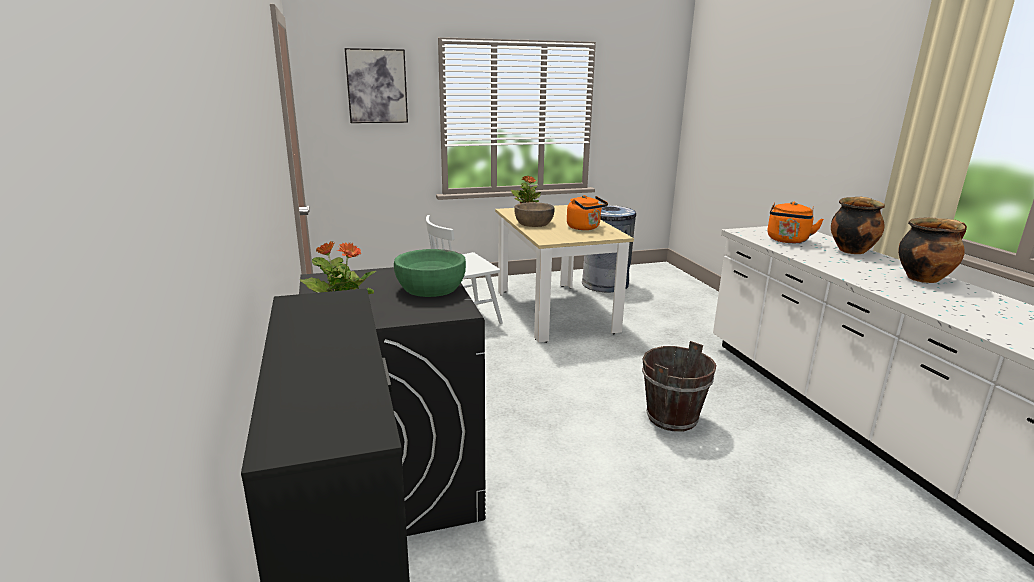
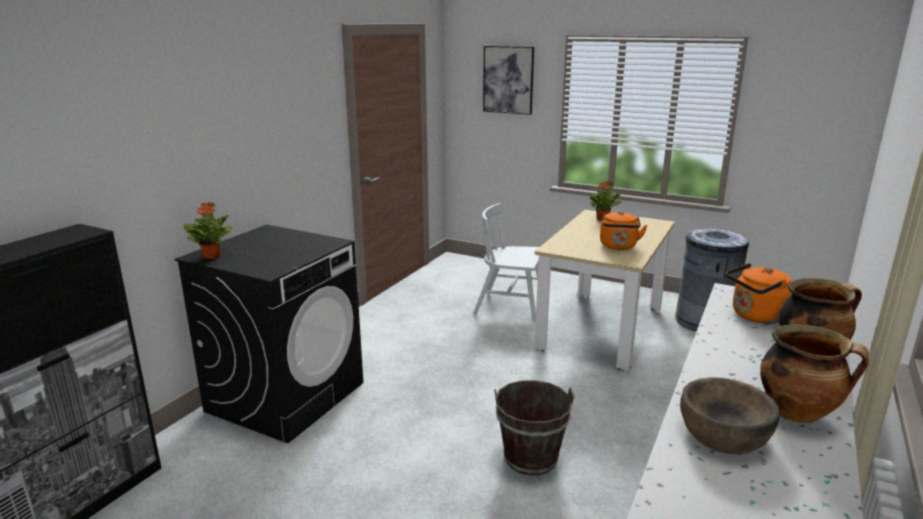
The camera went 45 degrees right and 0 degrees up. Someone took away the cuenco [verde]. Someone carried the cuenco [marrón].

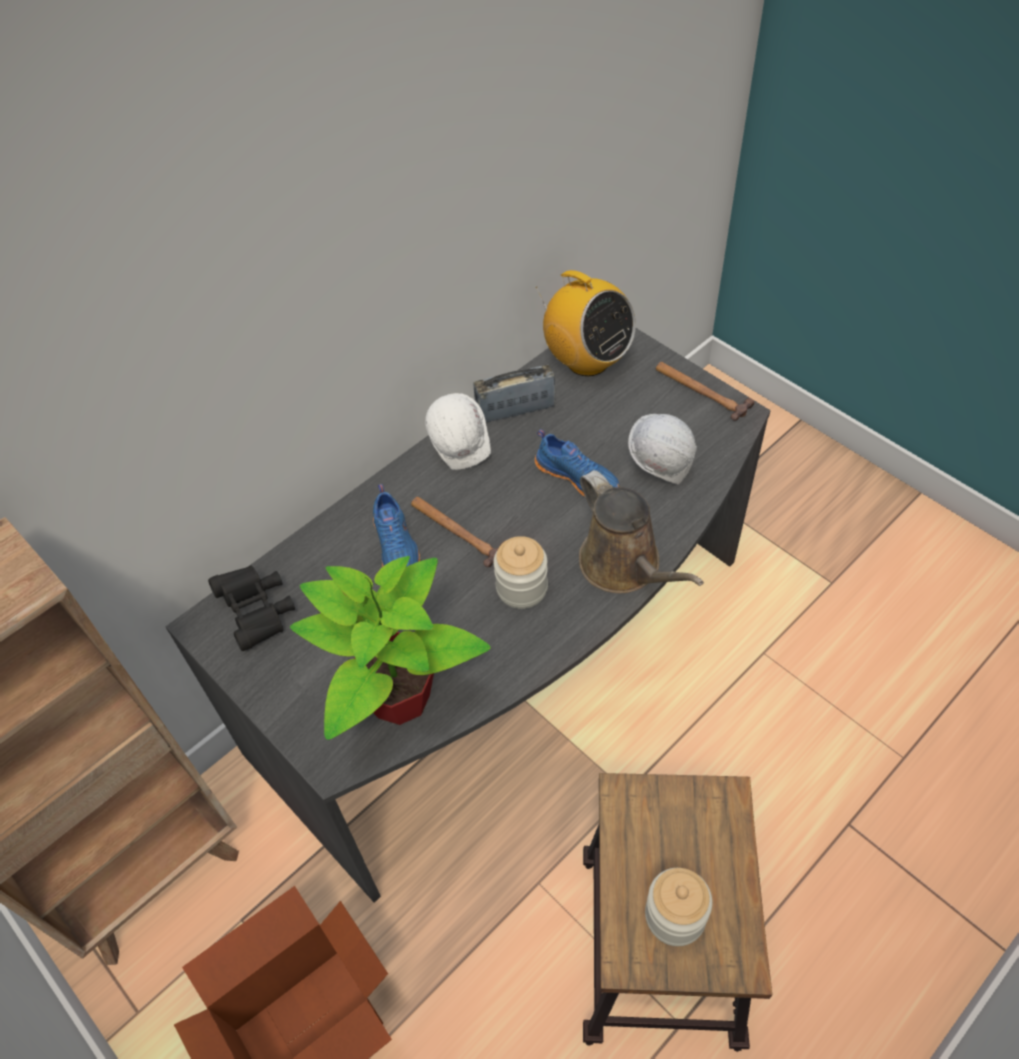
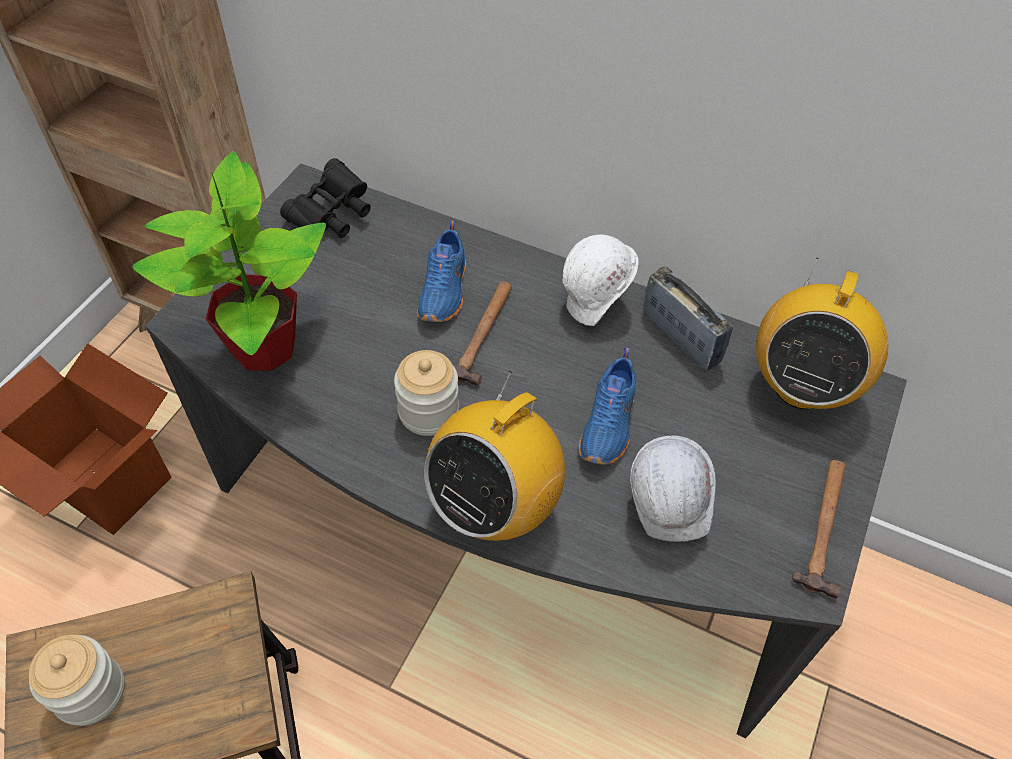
The camera went 65 degrees right and 0 degrees up. Someone rotated the zapato [azul] (1st from left) by 45 degrees counterclockwise. Someone swapped the regadera [marrón] for the radio (1st from left).

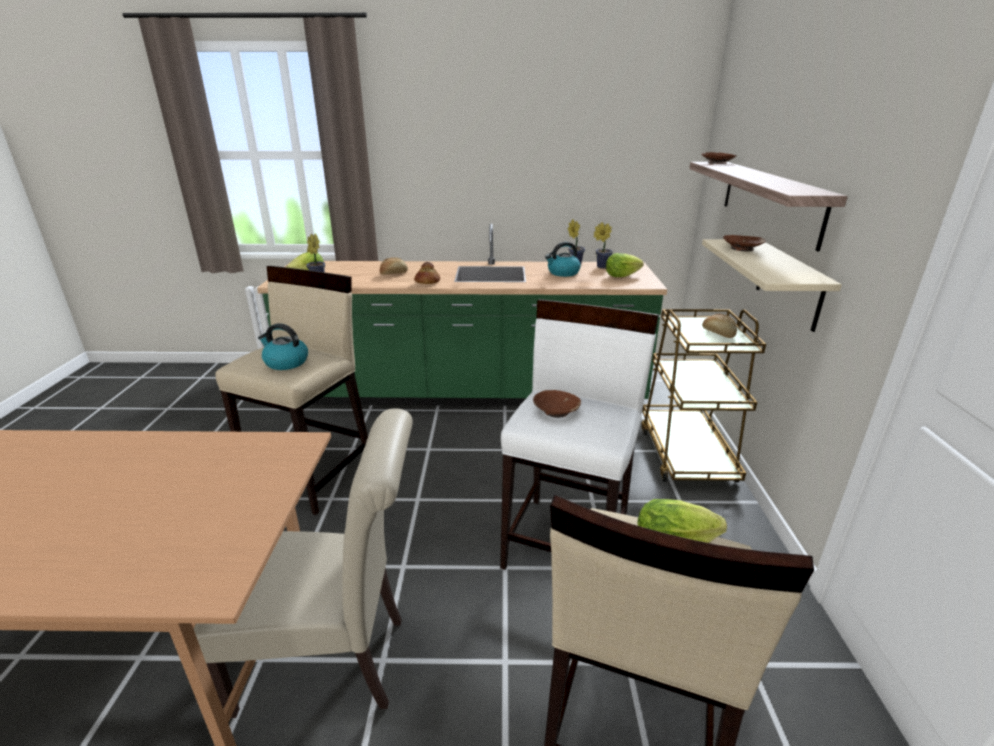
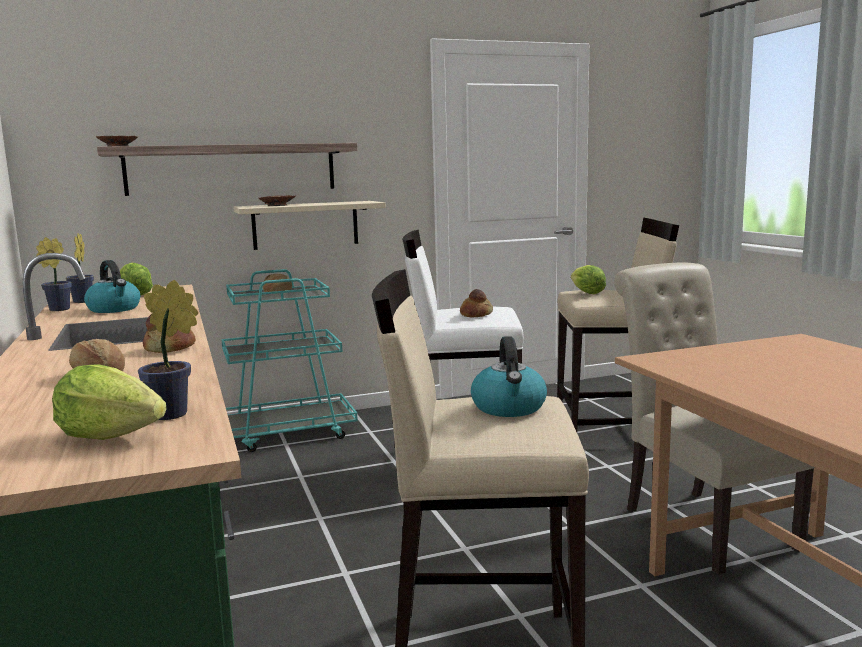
The camera went 110 degrees left and 15 degrees down. Someone swapped the cuenco [marrón] (1st from left) for the pan (4th from left). Someone repainted the carrito [marrón], which became the carrito [turquesa].

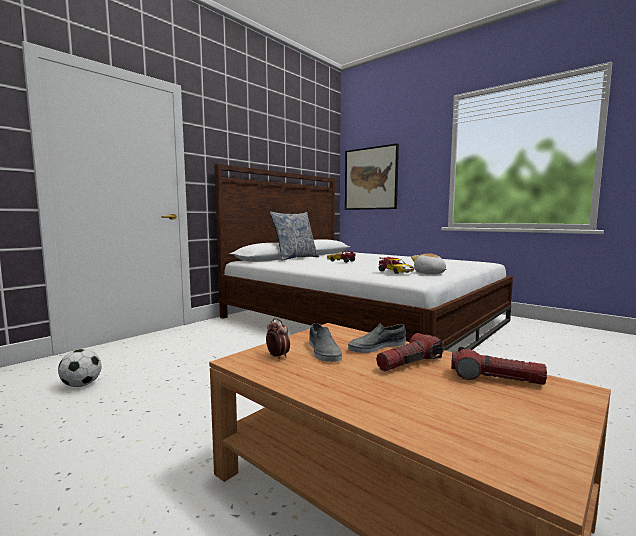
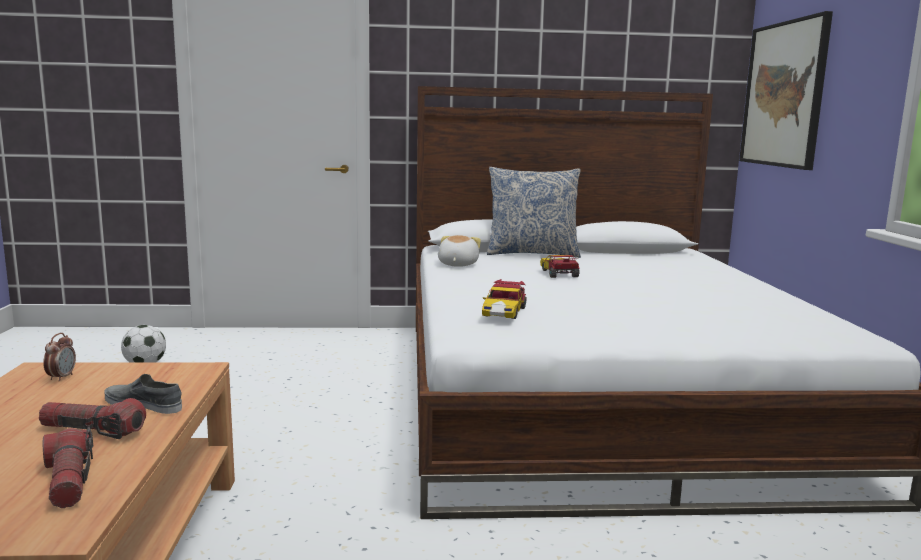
The camera went 45 degrees right and 5 degrees up. Someone took away the zapato [gris] (1st from left). Someone carried the peluche.

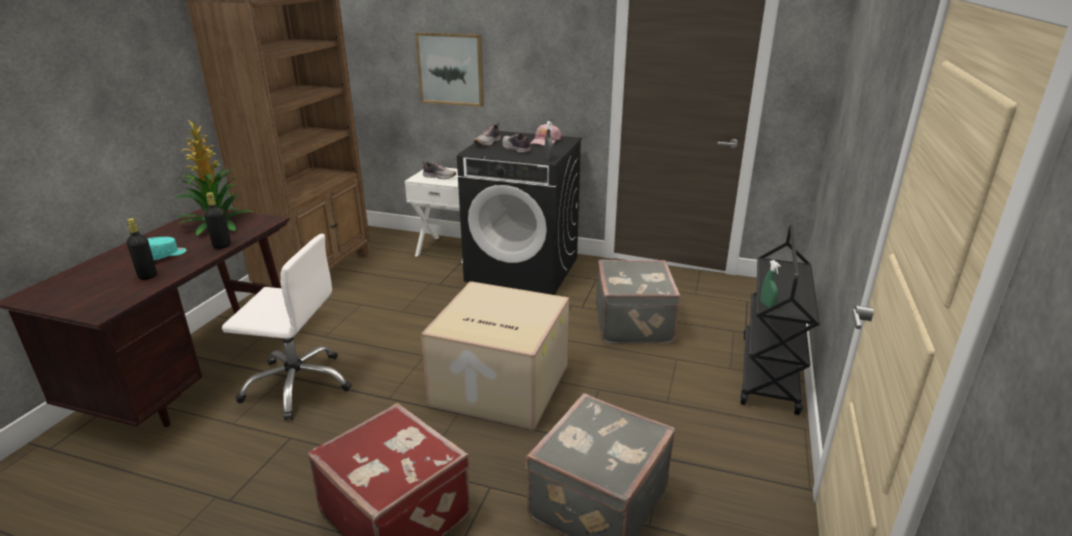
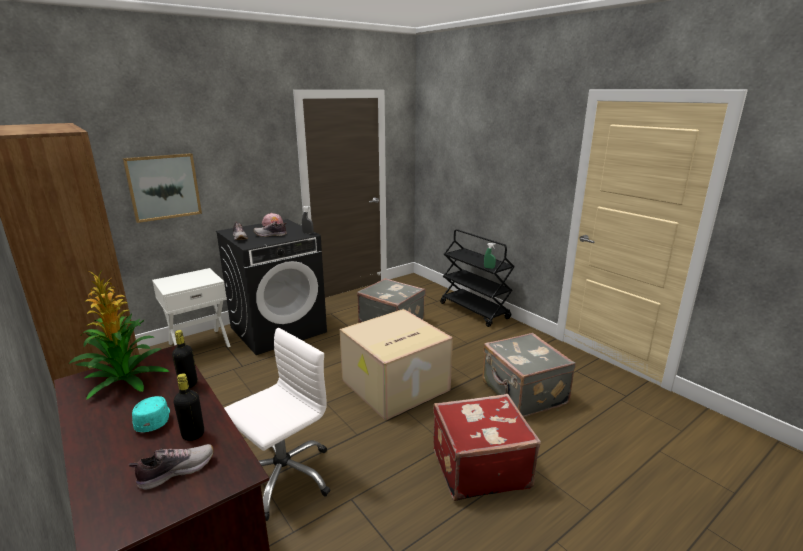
The camera went 55 degrees left and 5 degrees down. Someone carried the zapato (1st from left).

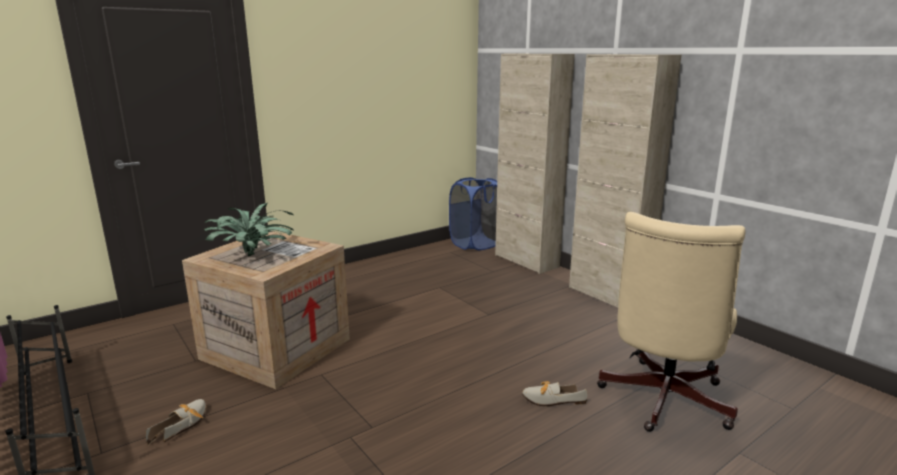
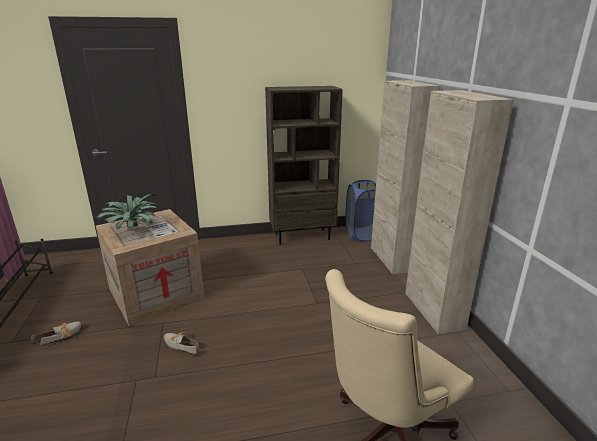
The camera went 25 degrees right and 5 degrees up. Someone carried the zapato (2nd from left). Someone put down the estantería [marrón].

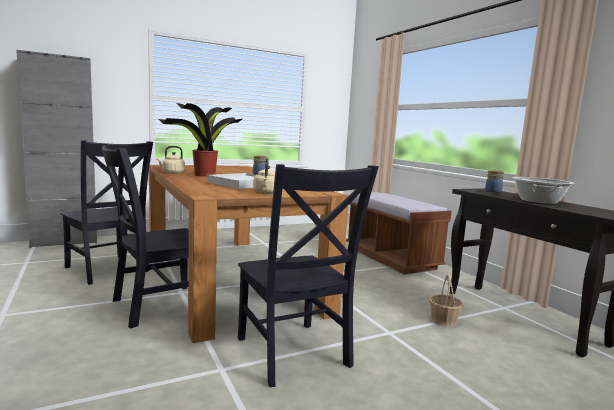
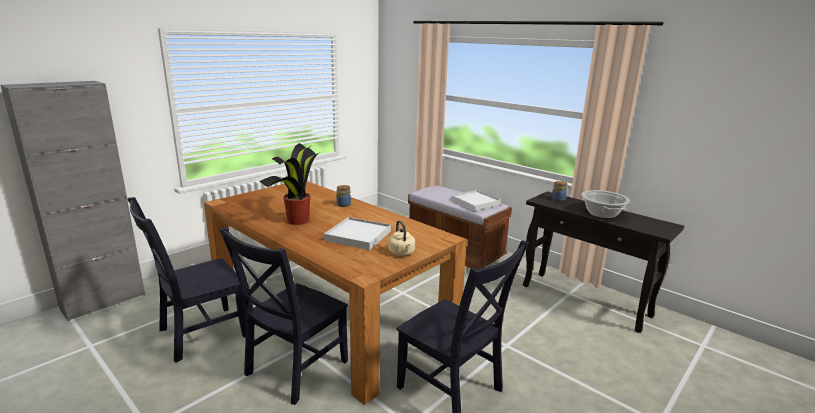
The camera went 20 degrees left and 10 degrees up. Someone rotated the silla [negro] (1st from left) by 120 degrees clockwise. Someone took away the hervidor [beis] (1st from left). Someone took away the cesta. Someone put down the bandeja [blanco] (2nd from left).

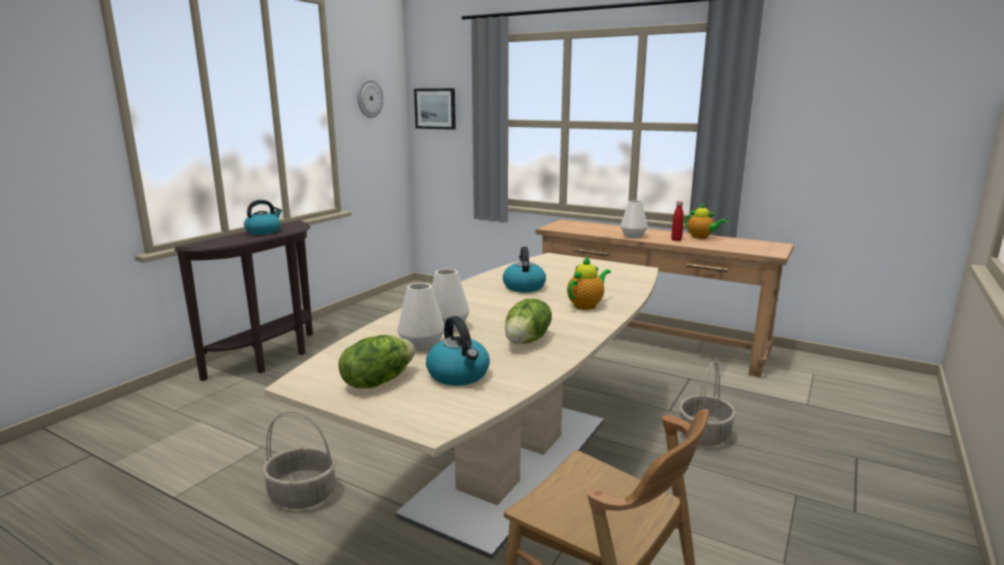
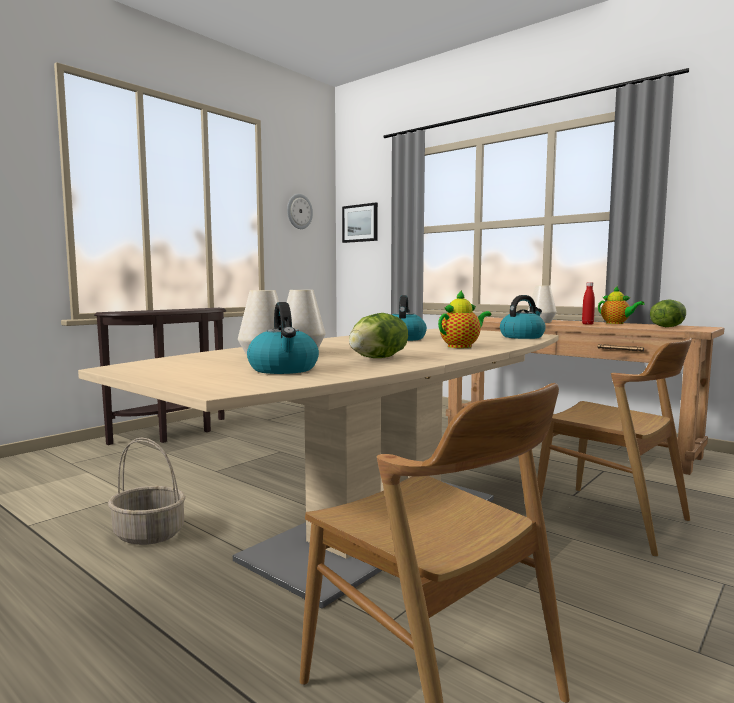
The camera went 10 degrees right and 10 degrees down. Someone carried the hervidor (1st from left in the first image). Someone carried the lechuga (1st from left in the first image). Someone swapped the cesta (2nd from left) for the silla [marrón] (2nd from left).

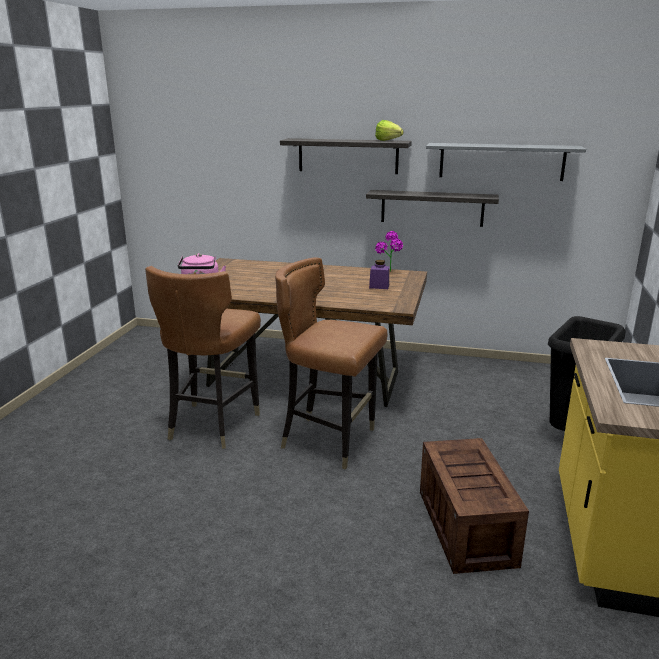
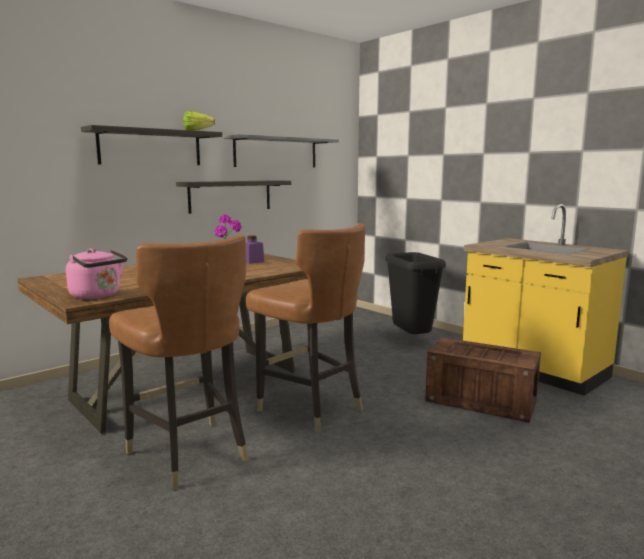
The camera went 55 degrees left and 10 degrees down. Someone rotated the silla [marrón] (2nd from left) by 105 degrees counterclockwise.

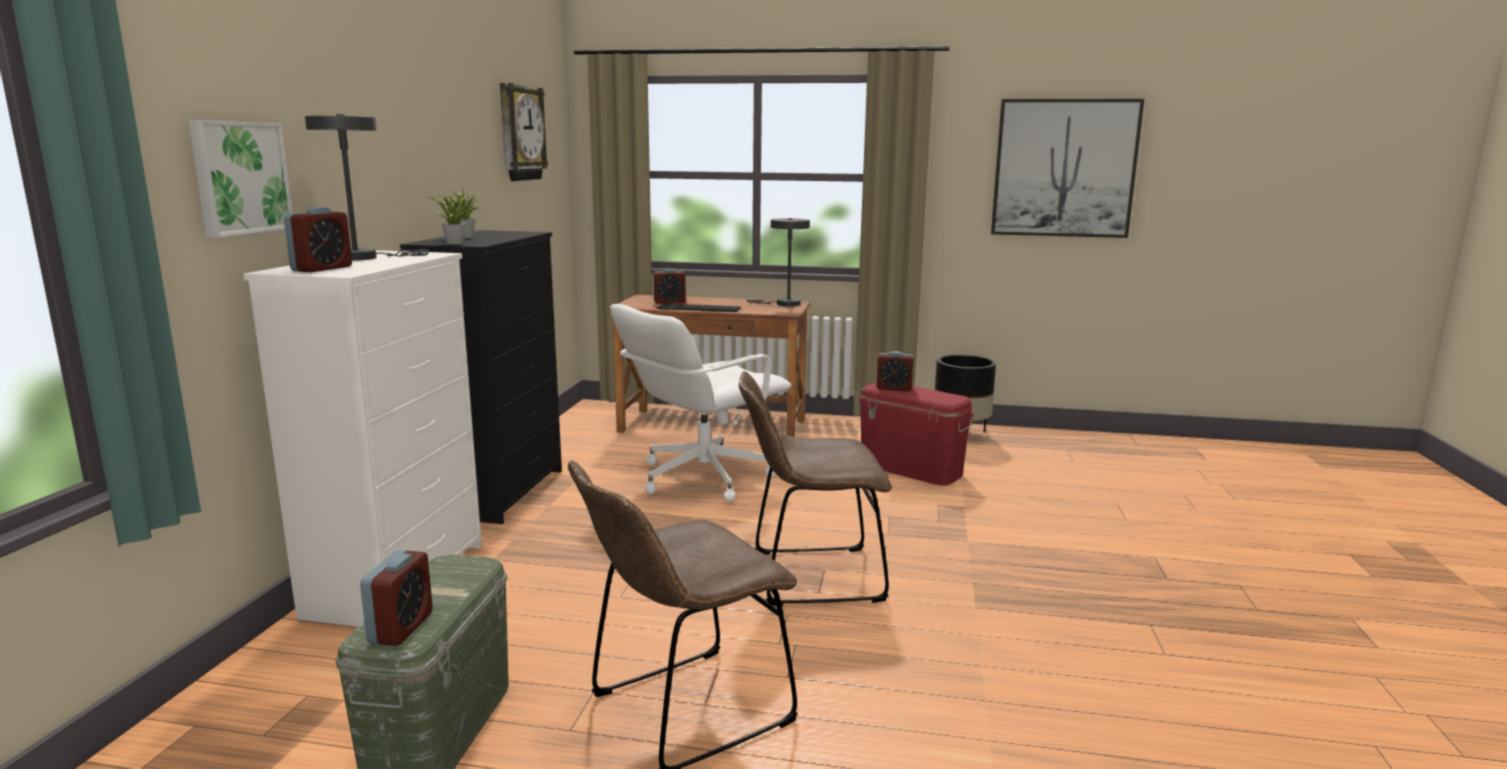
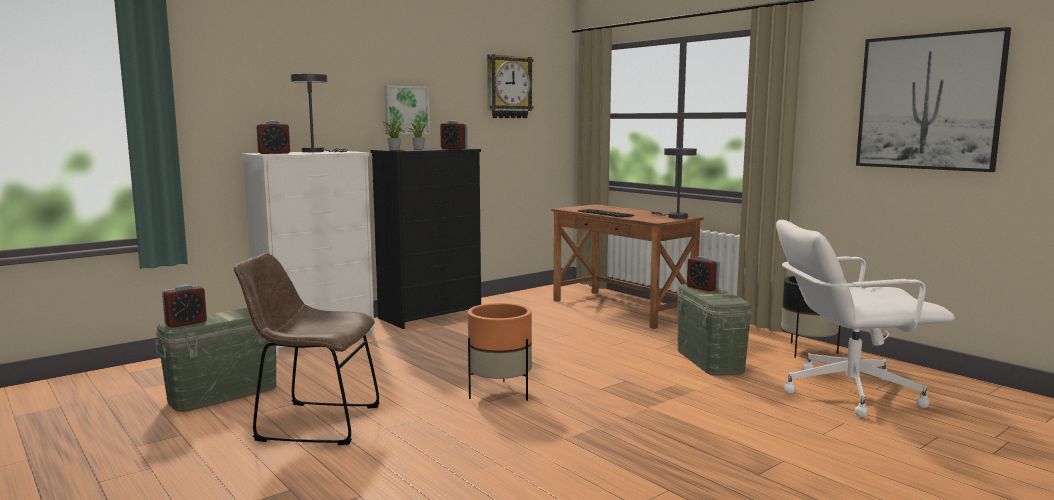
The camera went 40 degrees right and 5 degrees down. Someone carried the cuadro (1st from left). Someone carried the silla de oficina [blanco]. Someone carried the despertador (3rd from left). Someone swapped the silla [marrón] (2nd from left) for the maceta [naranja]. Someone repainted the caja de almacenaje [rojo], which became the caja de almacenaje [verde] (2nd from left).

